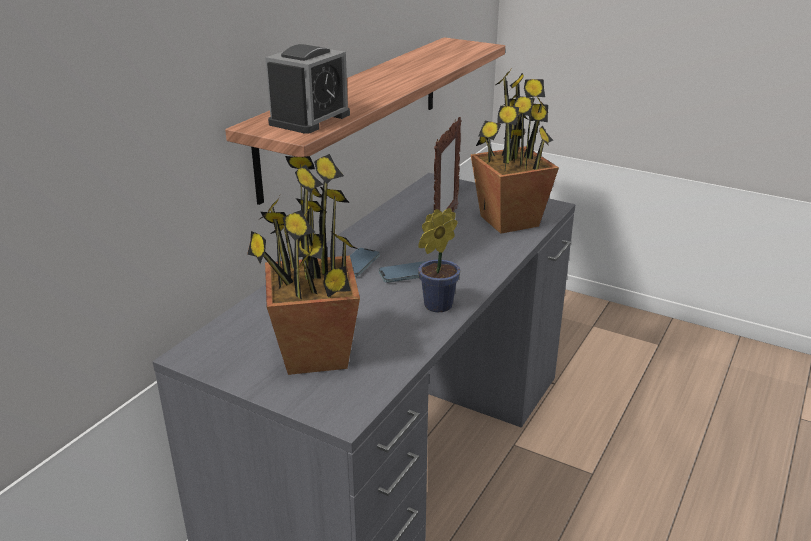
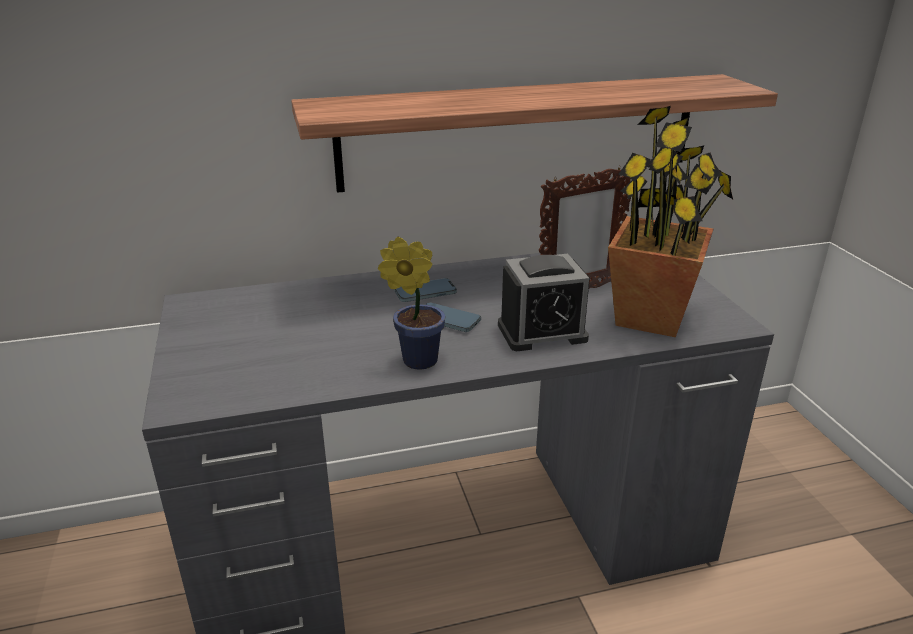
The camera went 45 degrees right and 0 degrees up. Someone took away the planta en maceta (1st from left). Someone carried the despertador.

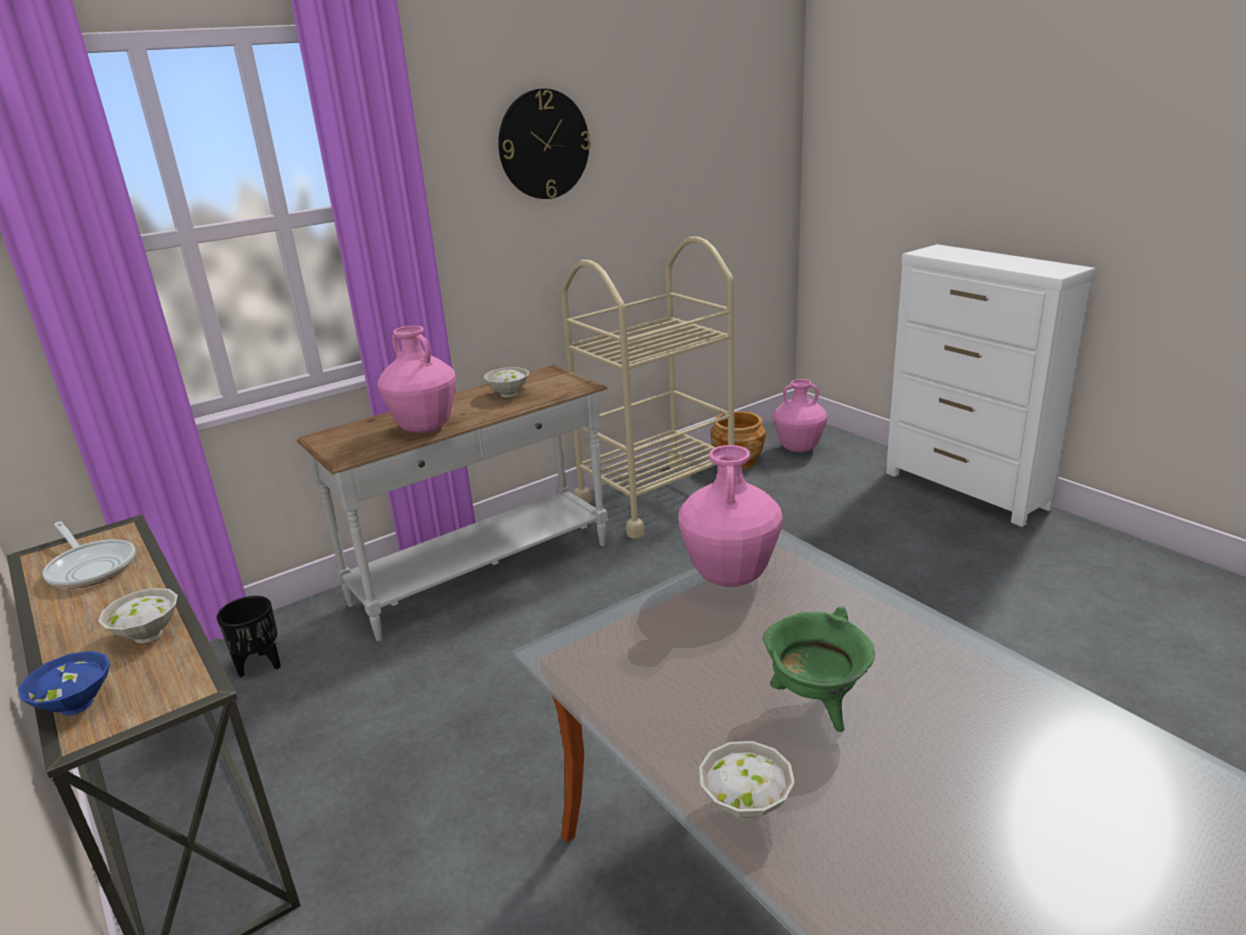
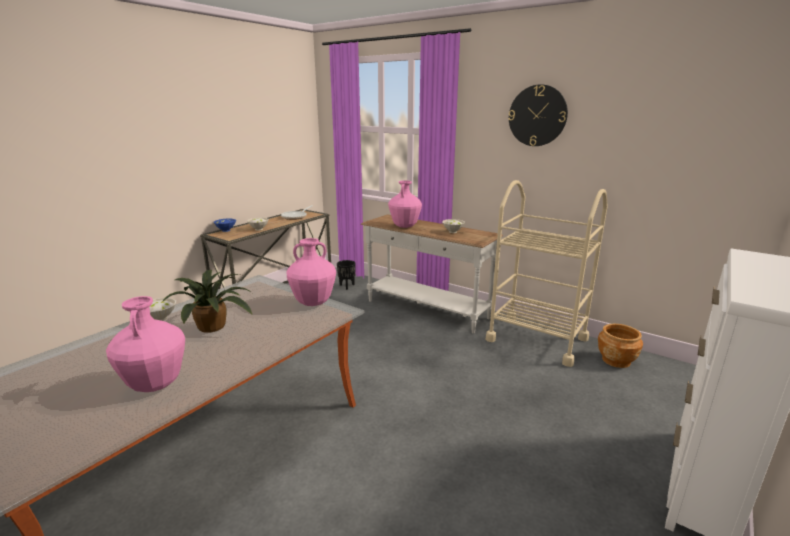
The camera went 70 degrees right and 5 degrees down. Someone swapped the olla [verde] for the planta en maceta. Someone carried the florero [rosa] (3rd from left in the first image).

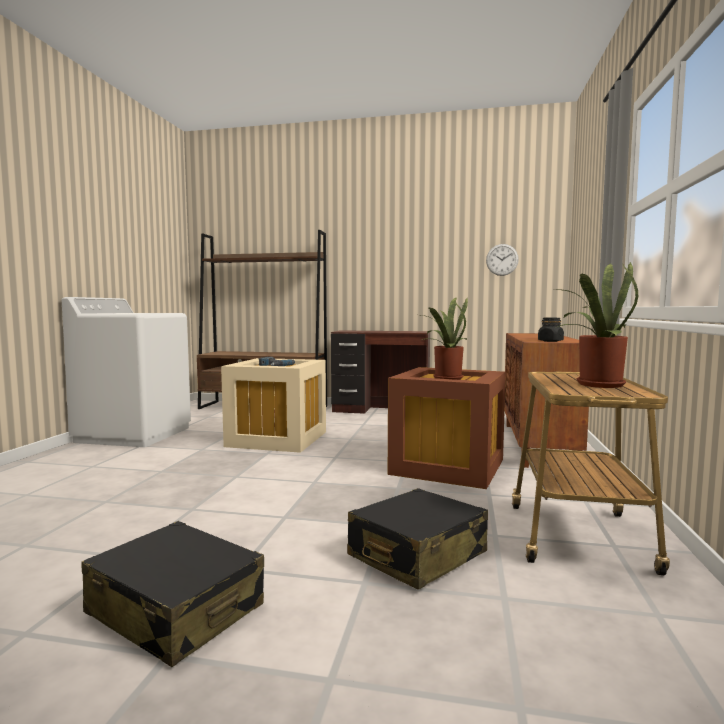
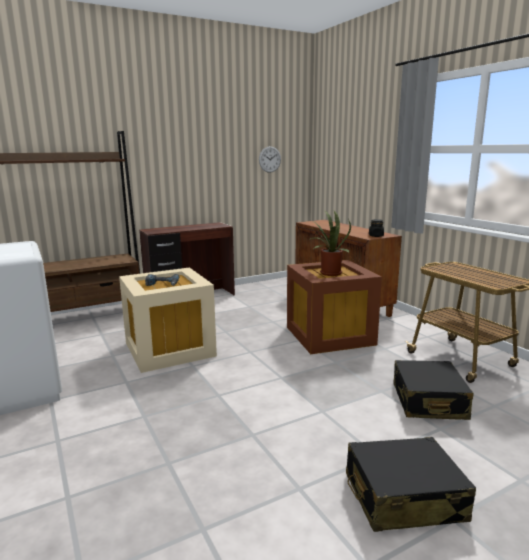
The camera went 40 degrees left and 10 degrees up. Someone took away the planta en maceta (2nd from left).

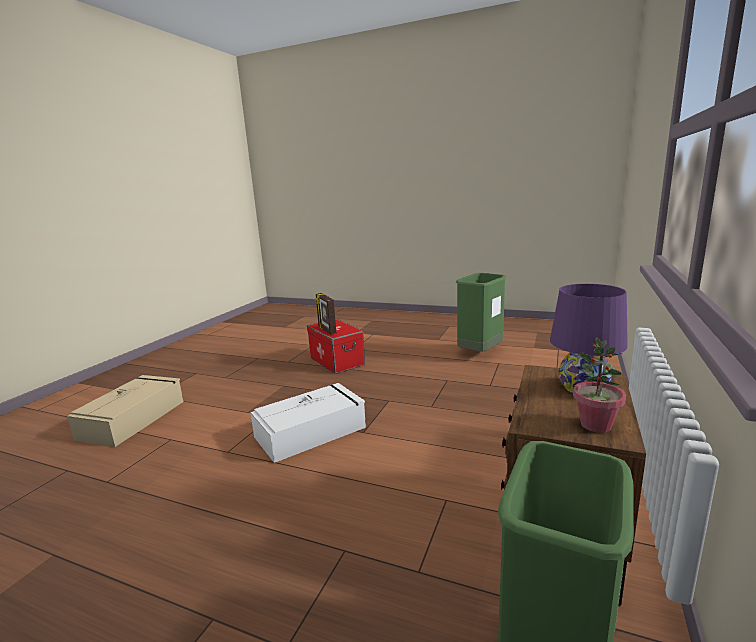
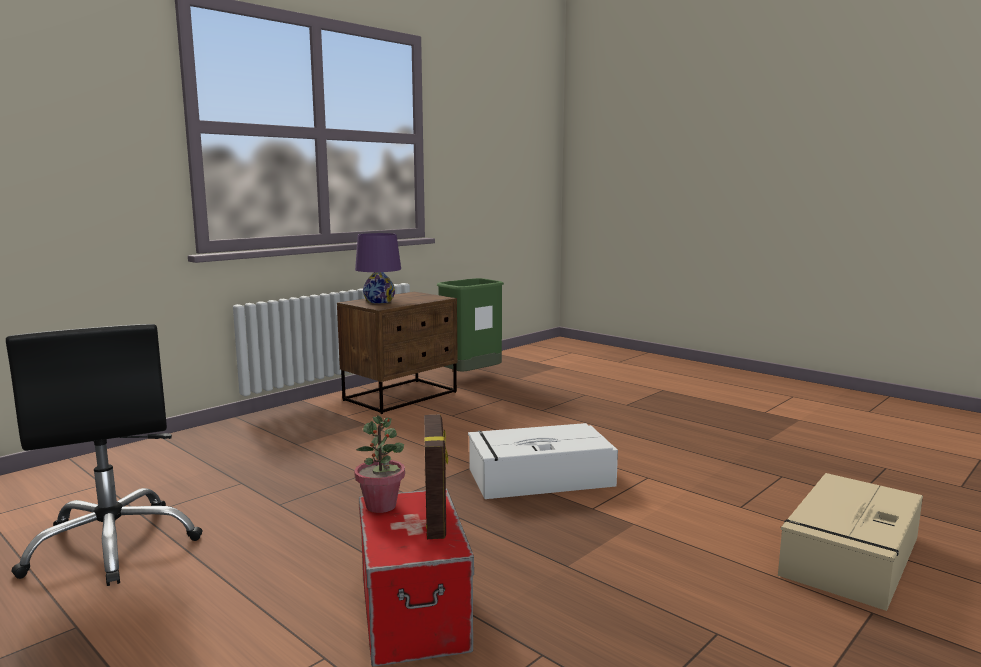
The camera went 160 degrees left and 5 degrees down. Someone swapped the papelera [verde] (1st from left) for the silla de oficina [negro]. Someone carried the planta en maceta.

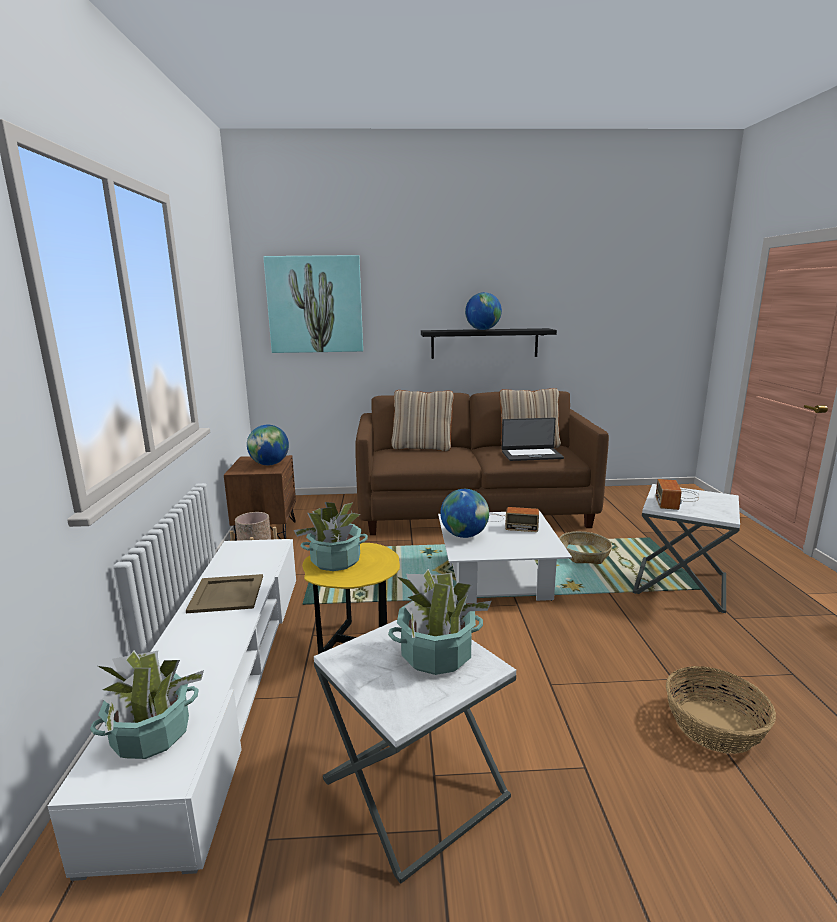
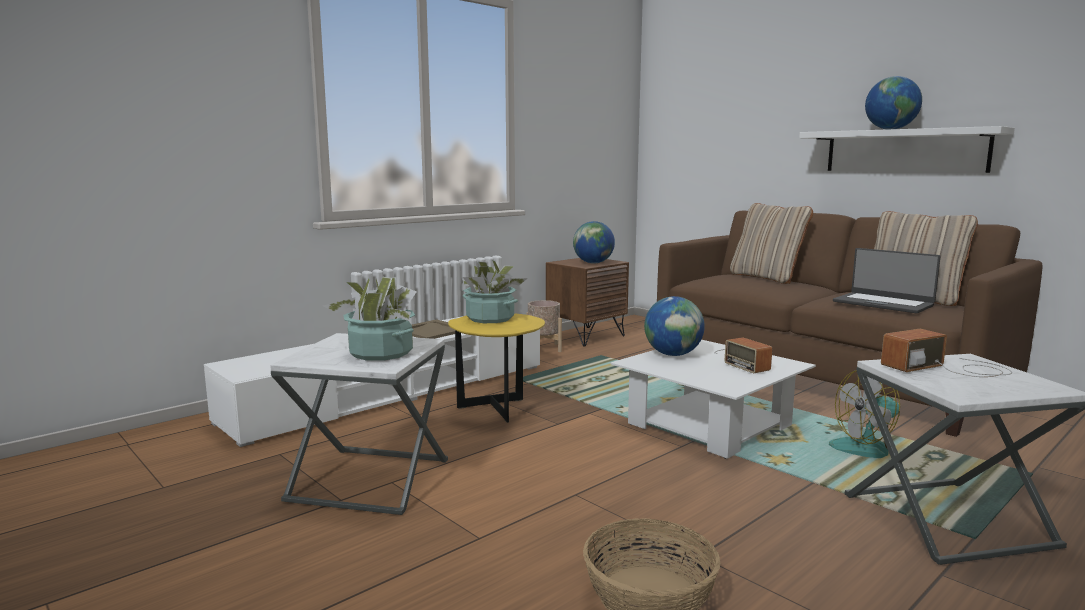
The camera went 50 degrees right and 5 degrees down. Someone took away the planta en maceta (1st from left). Someone took away the cuadro. Someone repainted the estante [negro], which became the estante [blanco]. Someone swapped the cesta (1st from left) for the ventilador.

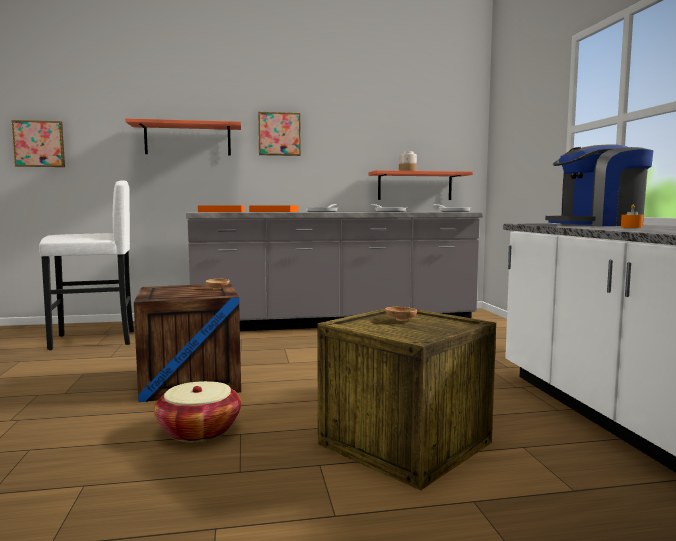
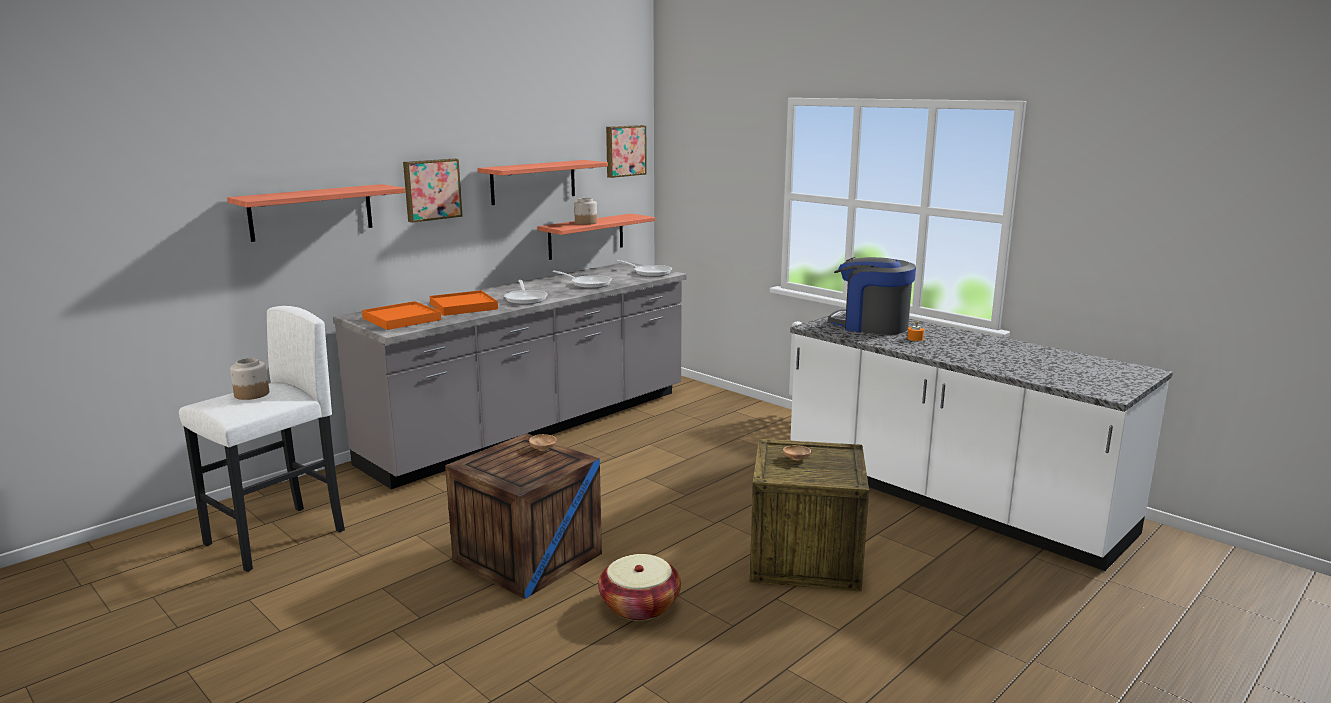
The camera went 35 degrees left and 10 degrees up. Someone carried the cuadro (1st from left in the first image). Someone rotated the cafetera by 75 degrees clockwise. Someone put down the tarro (1st from left). Someone put up the estante (2nd from left).

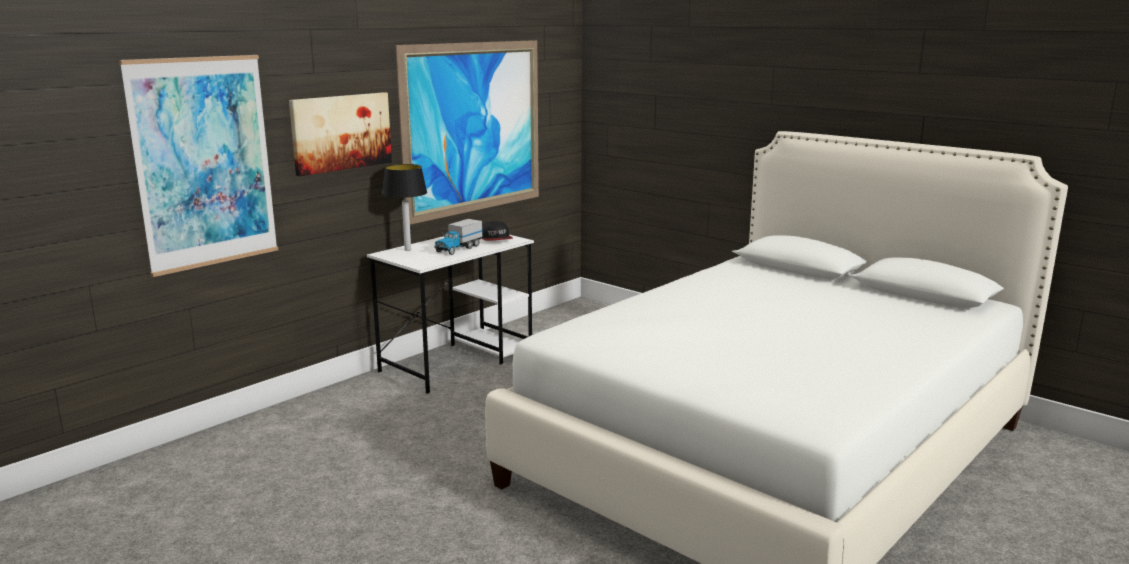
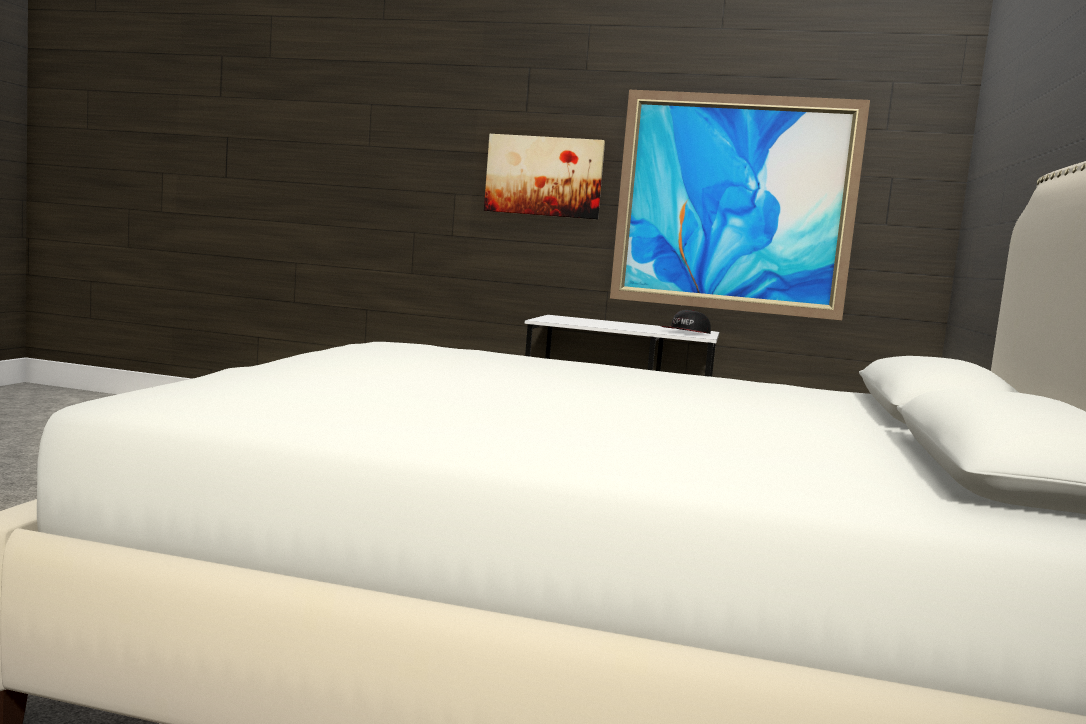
The camera went 60 degrees right and 10 degrees down. Someone took away the cuadro (1st from left). Someone took away the lámpara de mesa. Someone took away the camión de juguete.

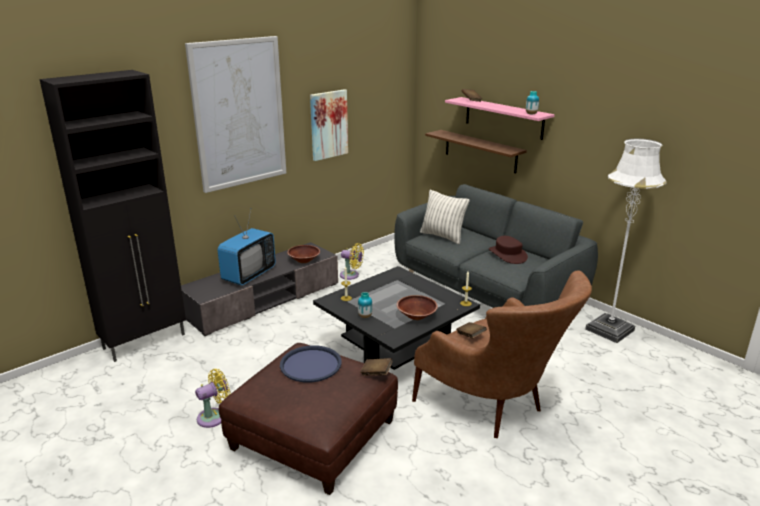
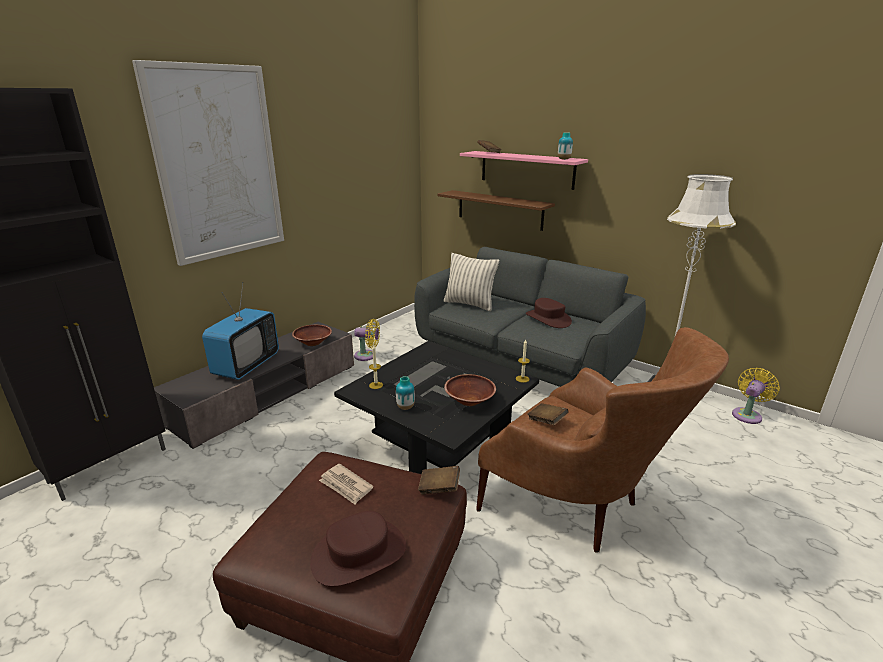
The camera went 10 degrees left and 0 degrees up. Someone carried the ventilador [amarillo] (1st from left in the first image). Someone swapped the bandeja [azul] for the periódico. Someone took away the cuadro (2nd from left). Someone put down the sombrero [marrón] (1st from left).

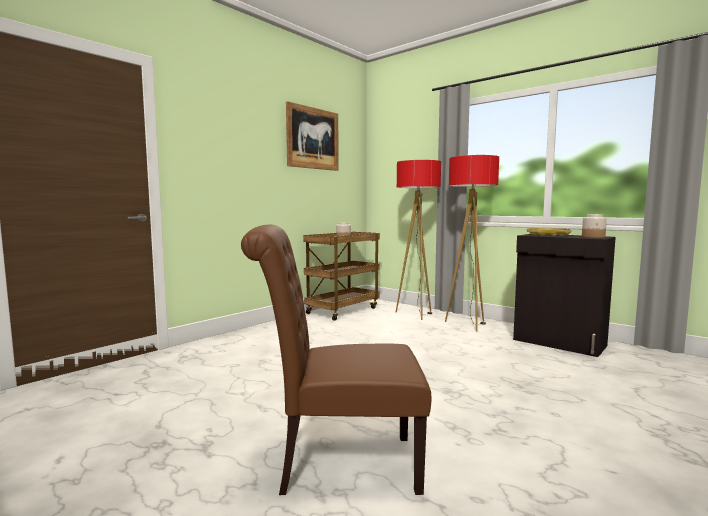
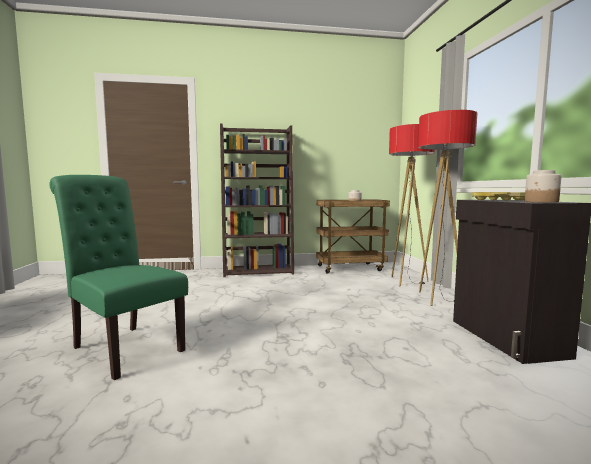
The camera went 40 degrees right and 0 degrees up. Someone repainted the silla [marrón], which became the silla [verde]. Someone took away the cuadro. Someone put down the estantería [marrón].

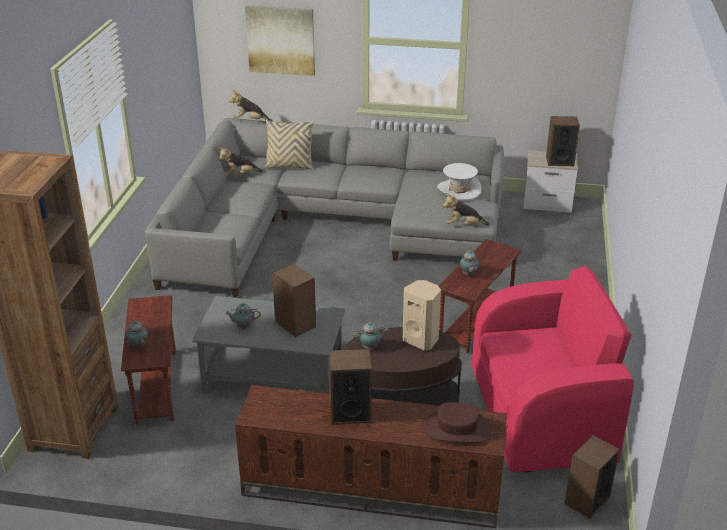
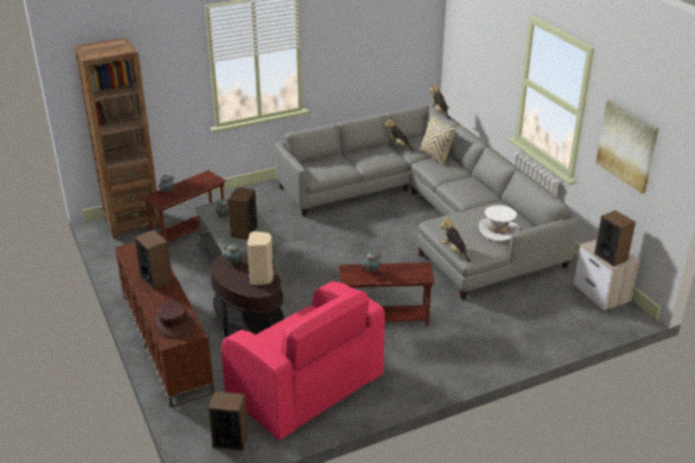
The camera went 55 degrees right and 0 degrees up. Someone carried the cuadro.

